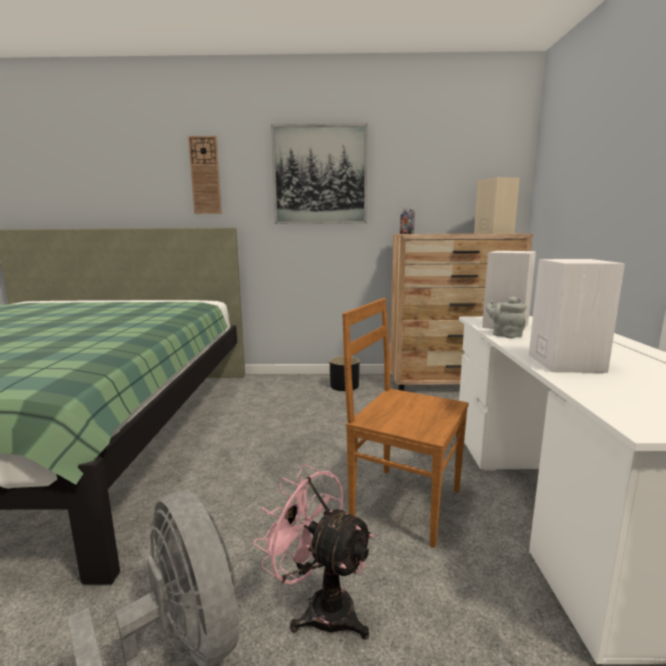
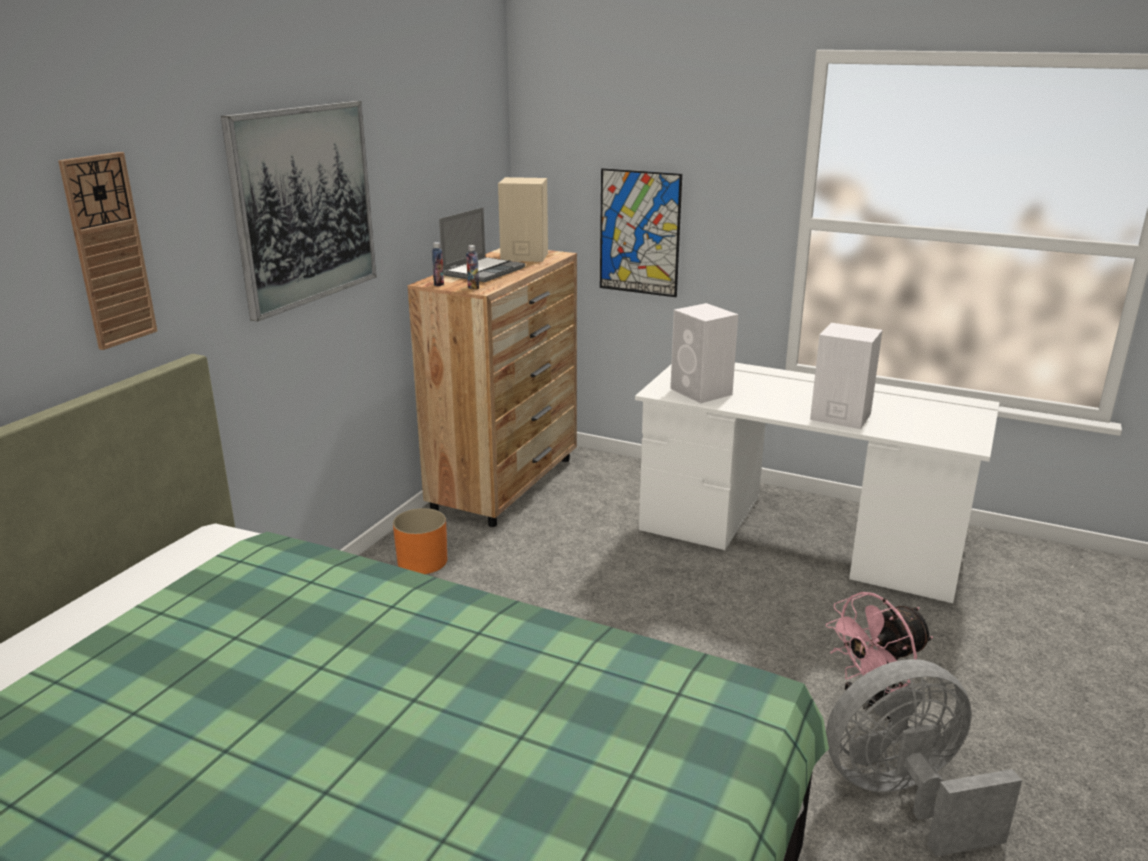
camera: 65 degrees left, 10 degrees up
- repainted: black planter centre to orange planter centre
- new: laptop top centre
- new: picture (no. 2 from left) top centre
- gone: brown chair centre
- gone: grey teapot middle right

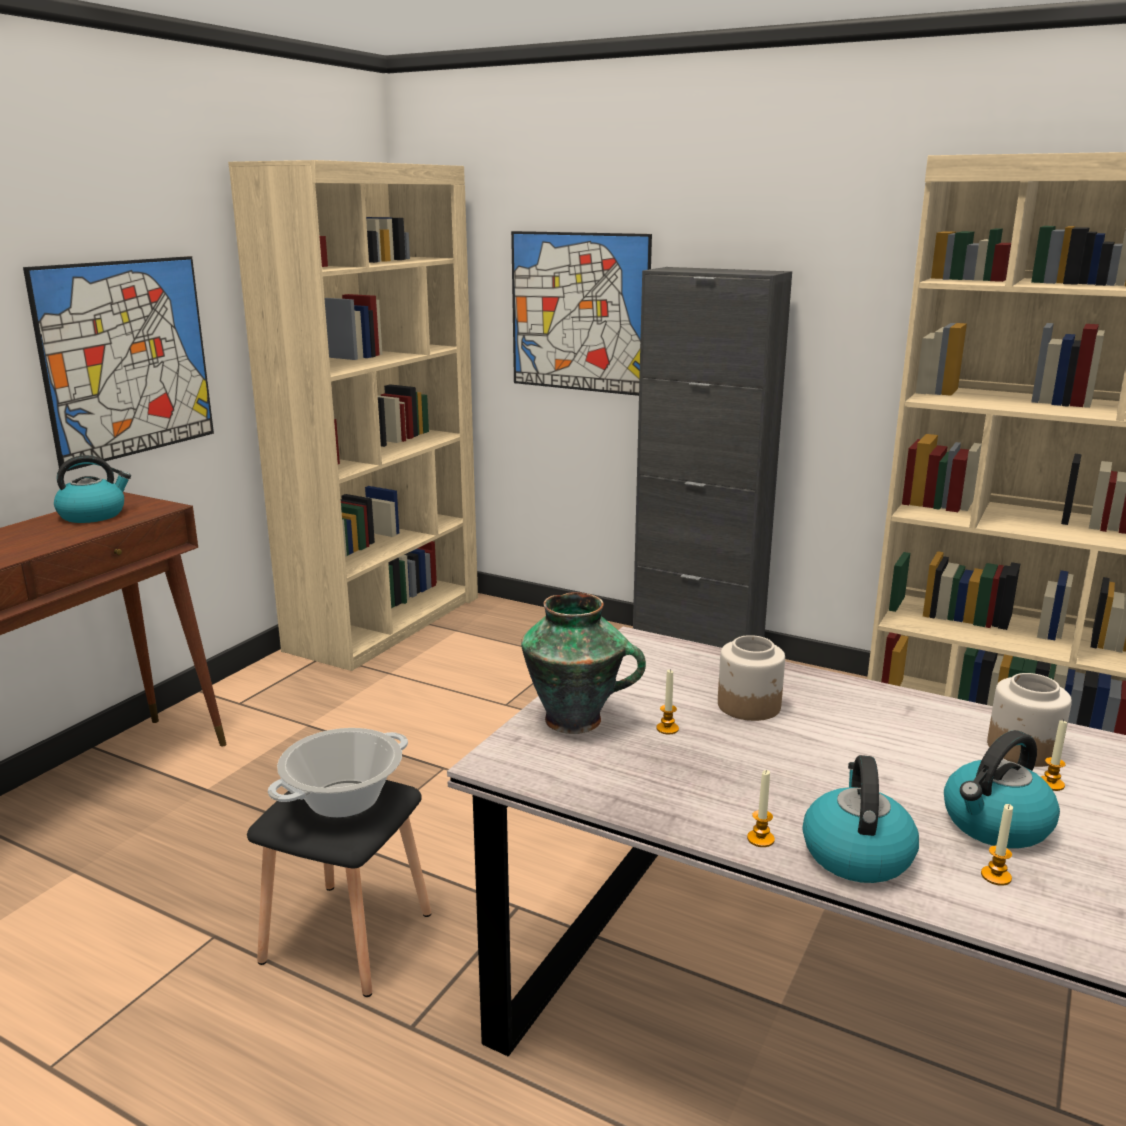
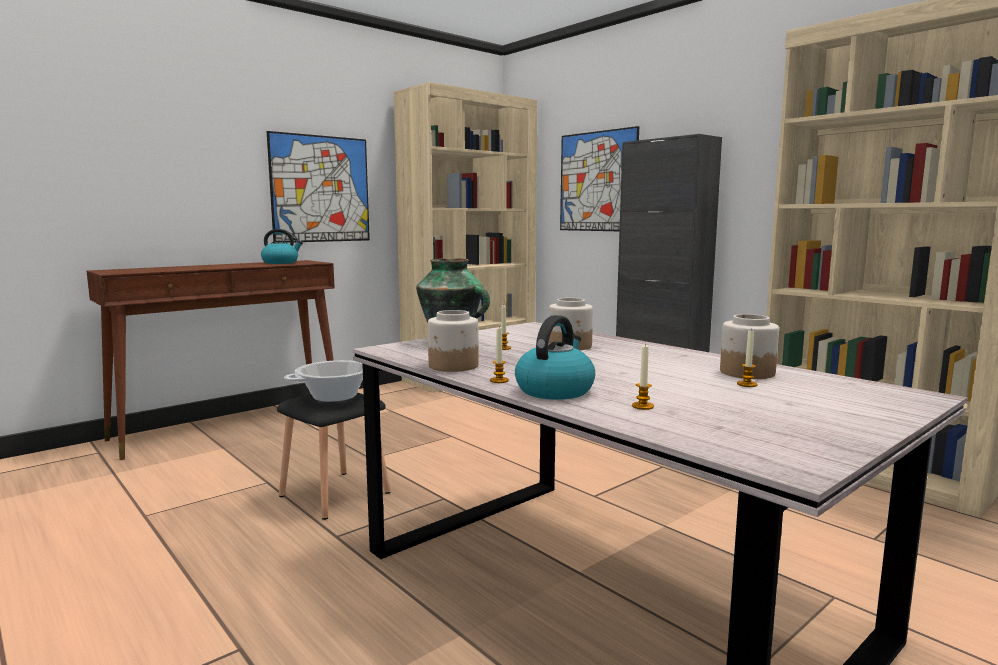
camera: 20 degrees right, 10 degrees down
- new: jar (no. 1 from left) centre
- gone: kettle (no. 3 from left) bottom right

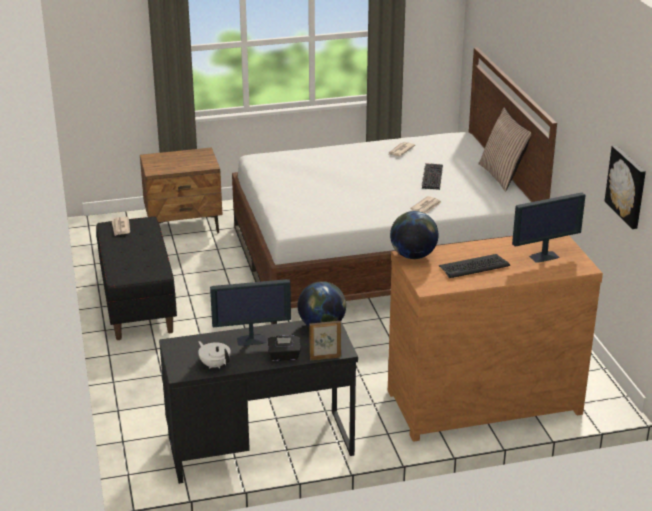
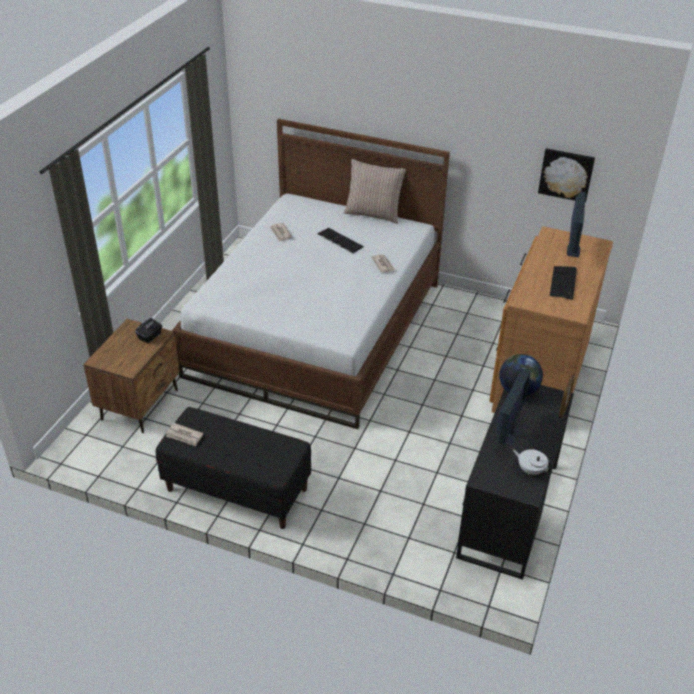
camera: 55 degrees left, 10 degrees up
- shifted: black tissue box bottom centre to middle left
- rotated: white teapot bottom left = middle right 45 degrees clockwise
- gone: globe (no. 2 from left) centre

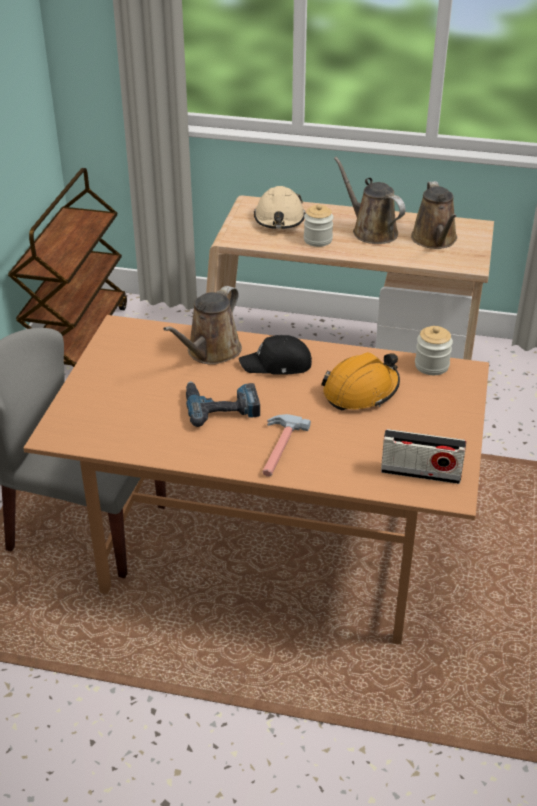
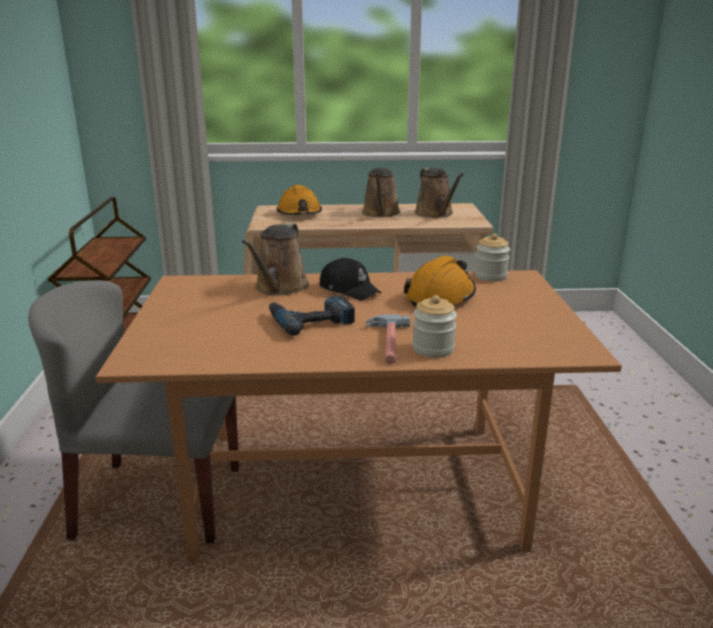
camera: 15 degrees left, 15 degrees down
- repainted: beige hard hat top centre to orange hard hat (no. 1 from left) top centre
- rotated: black cap centre = centre 120 degrees counterclockwise
- rotated: brown watering can (no. 2 from left) top right = top centre 120 degrees counterclockwise
- shifted: jar (no. 1 from left) top centre to centre
- gone: radio middle right

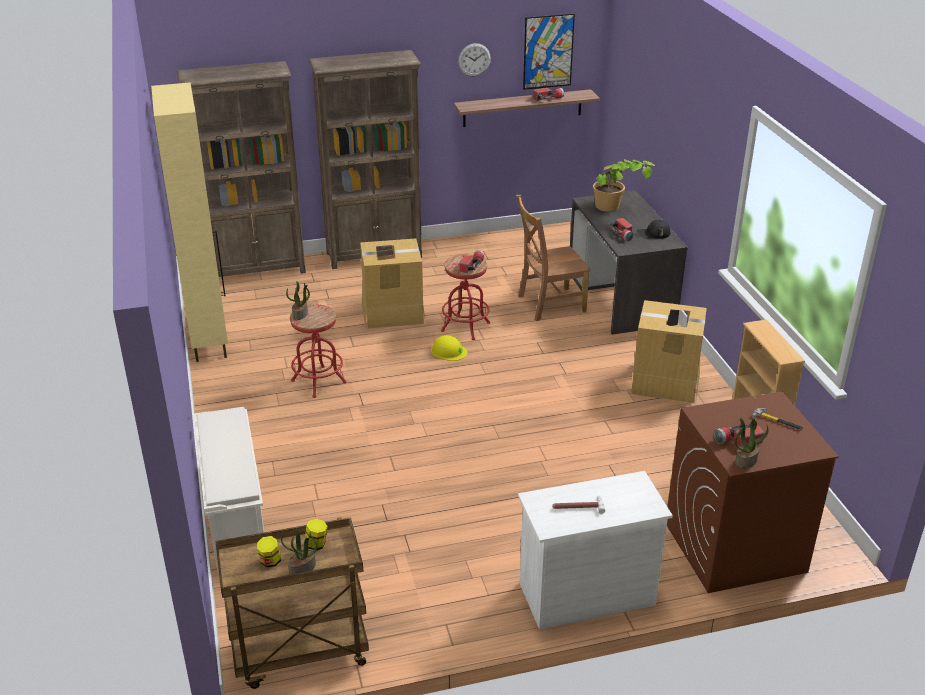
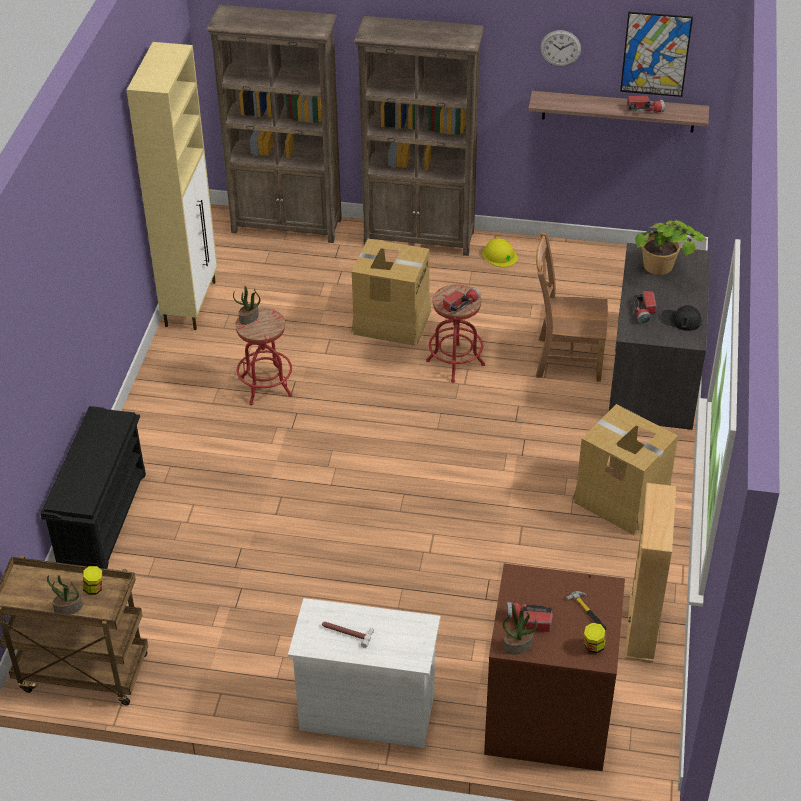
camera: 25 degrees right, 10 degrees up
- repainted: white shoe rack bottom left to black shoe rack middle left
- shifted: yellow hard hat centre to top centre
- shifted: jar (no. 1 from left in the first image) bottom left to jar (no. 2 from left) bottom right

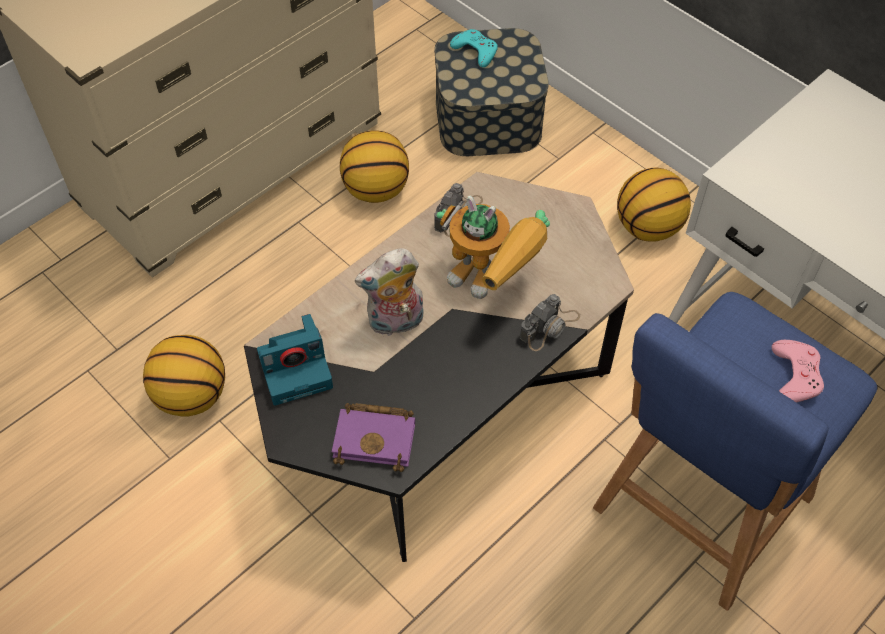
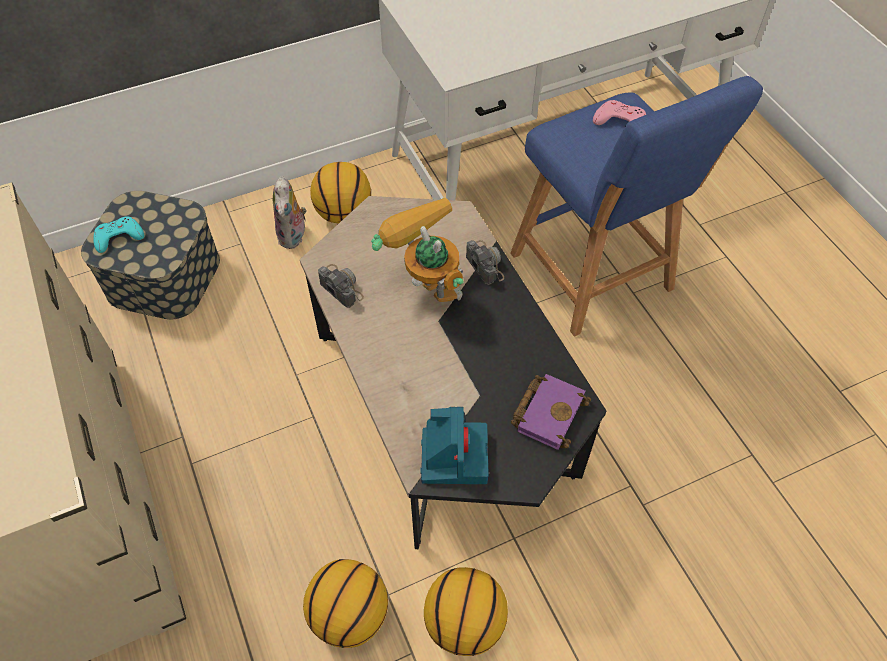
camera: 70 degrees left, 0 degrees up
- shifted: plush toy centre to top left
- rotated: toy robot centre = centre 90 degrees counterclockwise
- shifted: basketball (no. 2 from left in the first image) top centre to basketball (no. 3 from left) bottom centre

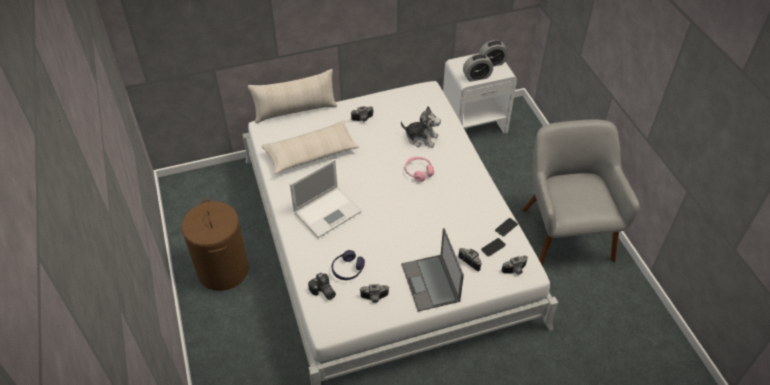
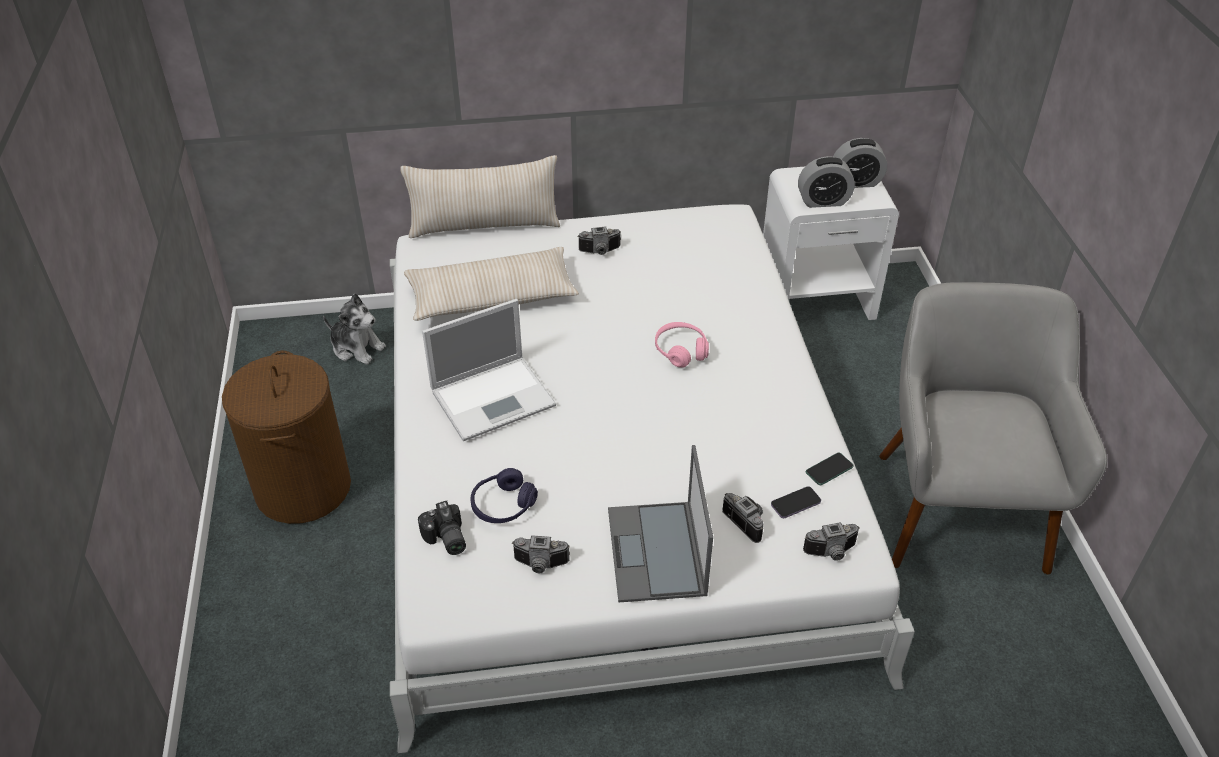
camera: 10 degrees right, 5 degrees down
- shifted: plush toy top centre to middle left

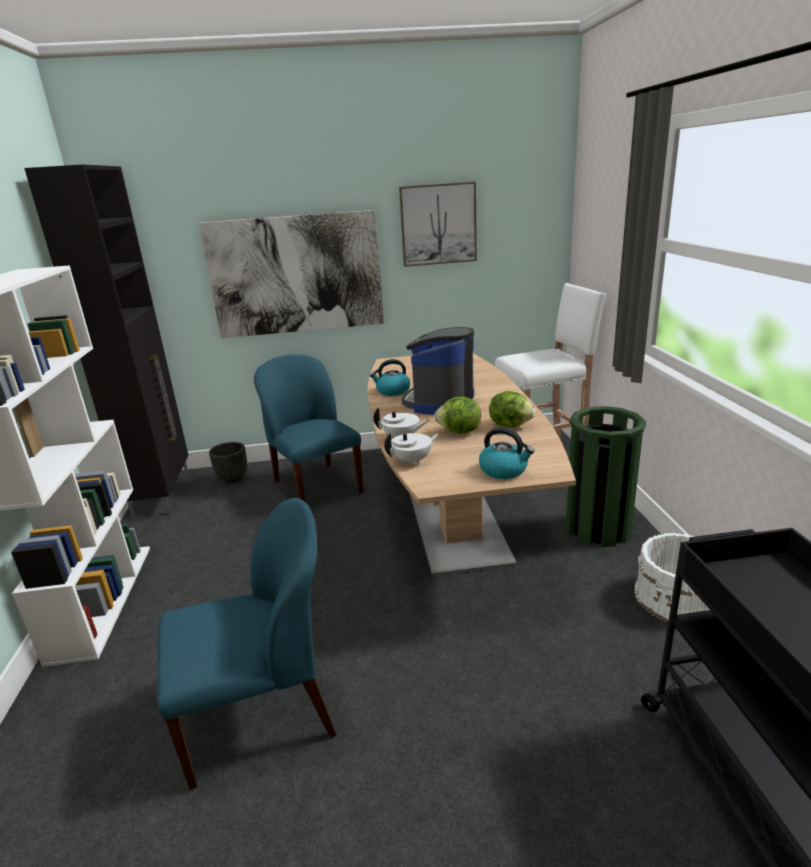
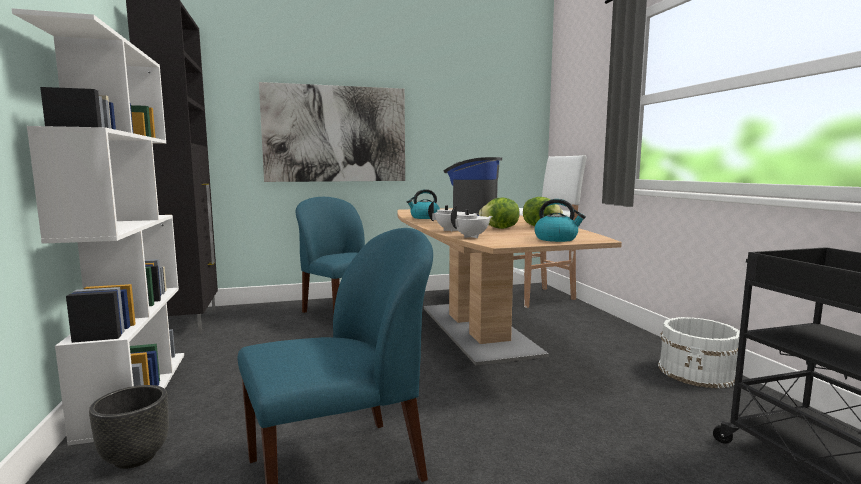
camera: 10 degrees left, 15 degrees down
- shifted: black planter middle left to bottom left
- gone: picture (no. 2 from left) top centre
- gone: green trash can middle right

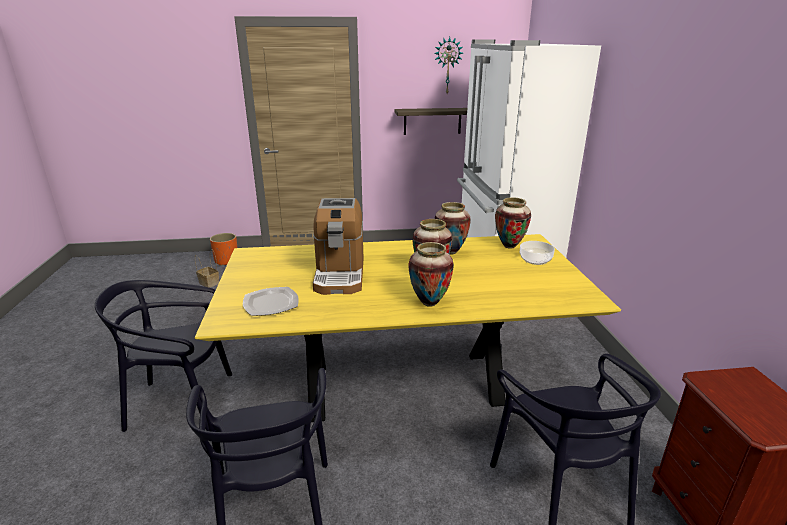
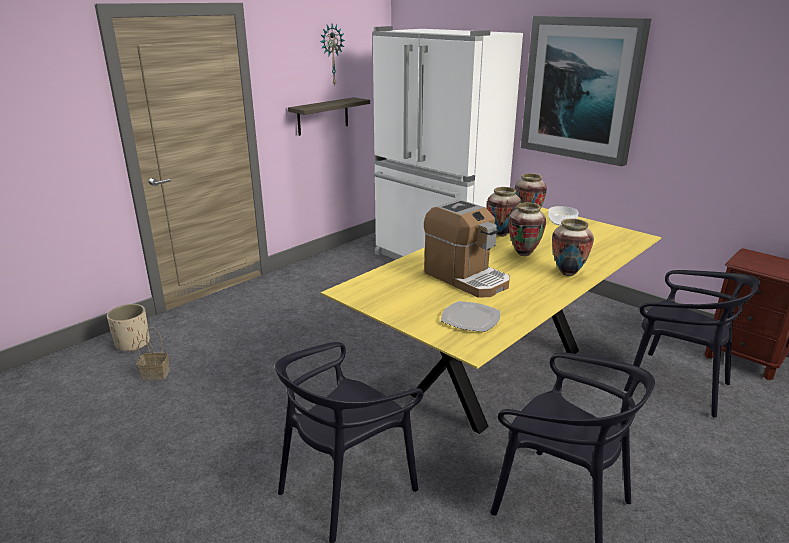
camera: 40 degrees left, 0 degrees up
- repainted: orange planter middle left to beige planter middle left
- new: picture top right

